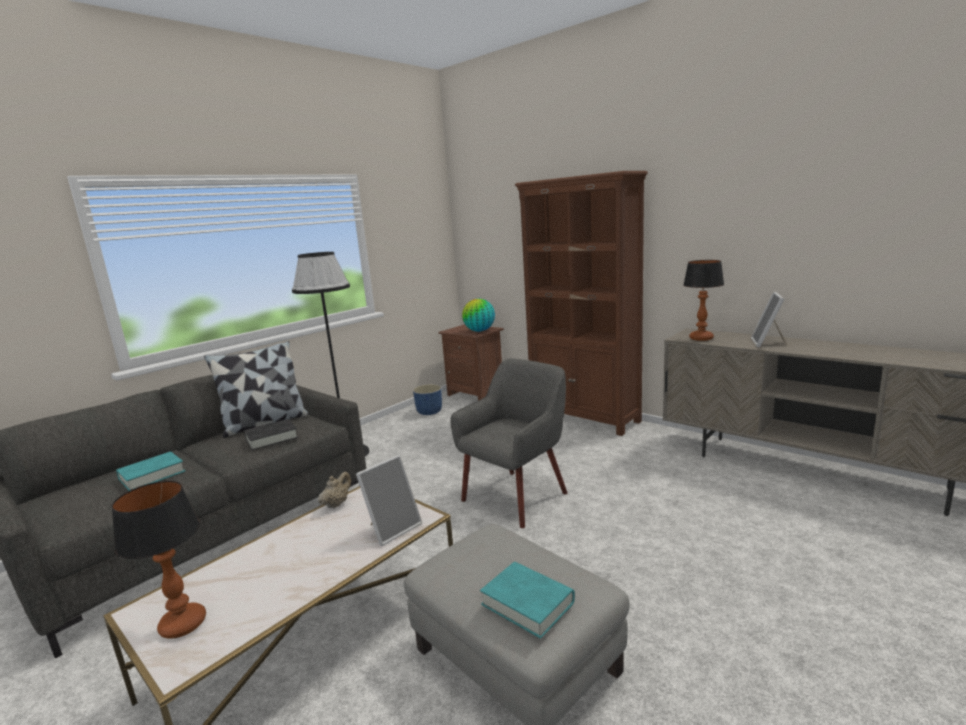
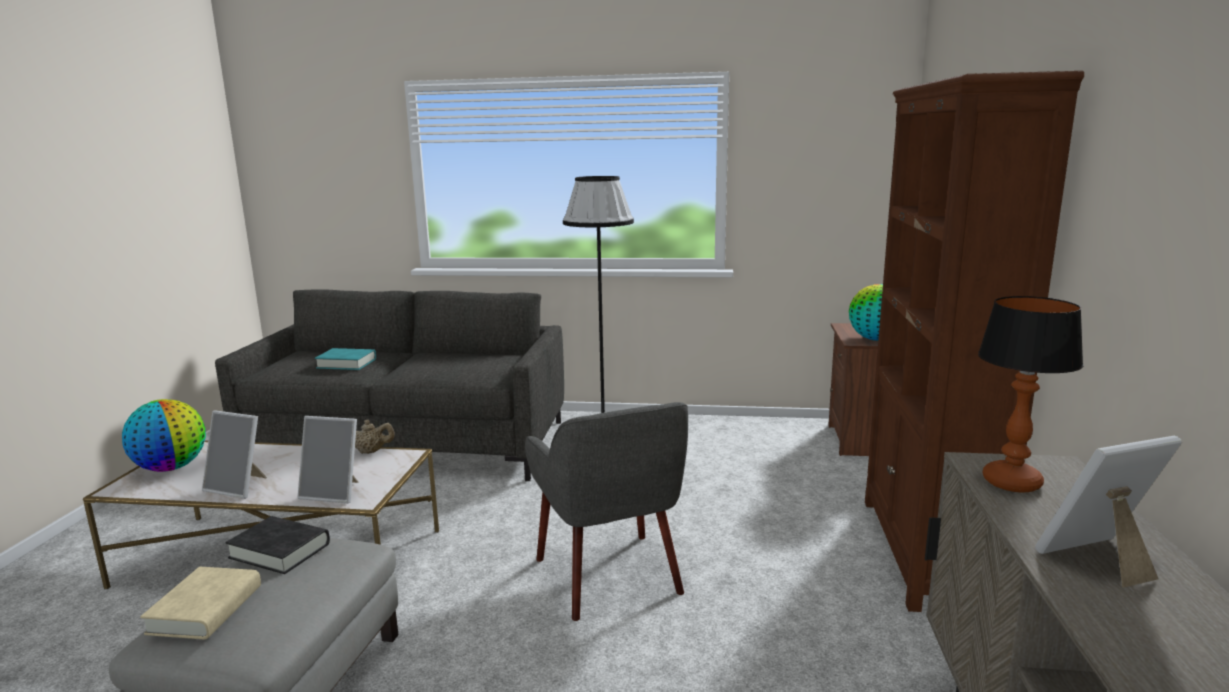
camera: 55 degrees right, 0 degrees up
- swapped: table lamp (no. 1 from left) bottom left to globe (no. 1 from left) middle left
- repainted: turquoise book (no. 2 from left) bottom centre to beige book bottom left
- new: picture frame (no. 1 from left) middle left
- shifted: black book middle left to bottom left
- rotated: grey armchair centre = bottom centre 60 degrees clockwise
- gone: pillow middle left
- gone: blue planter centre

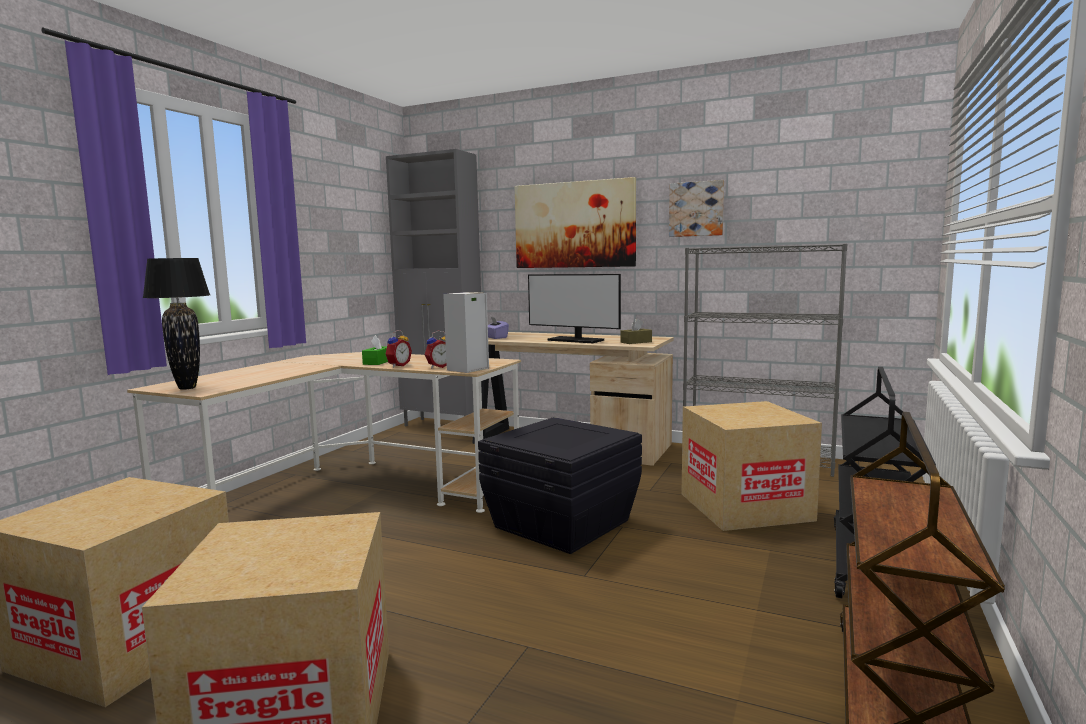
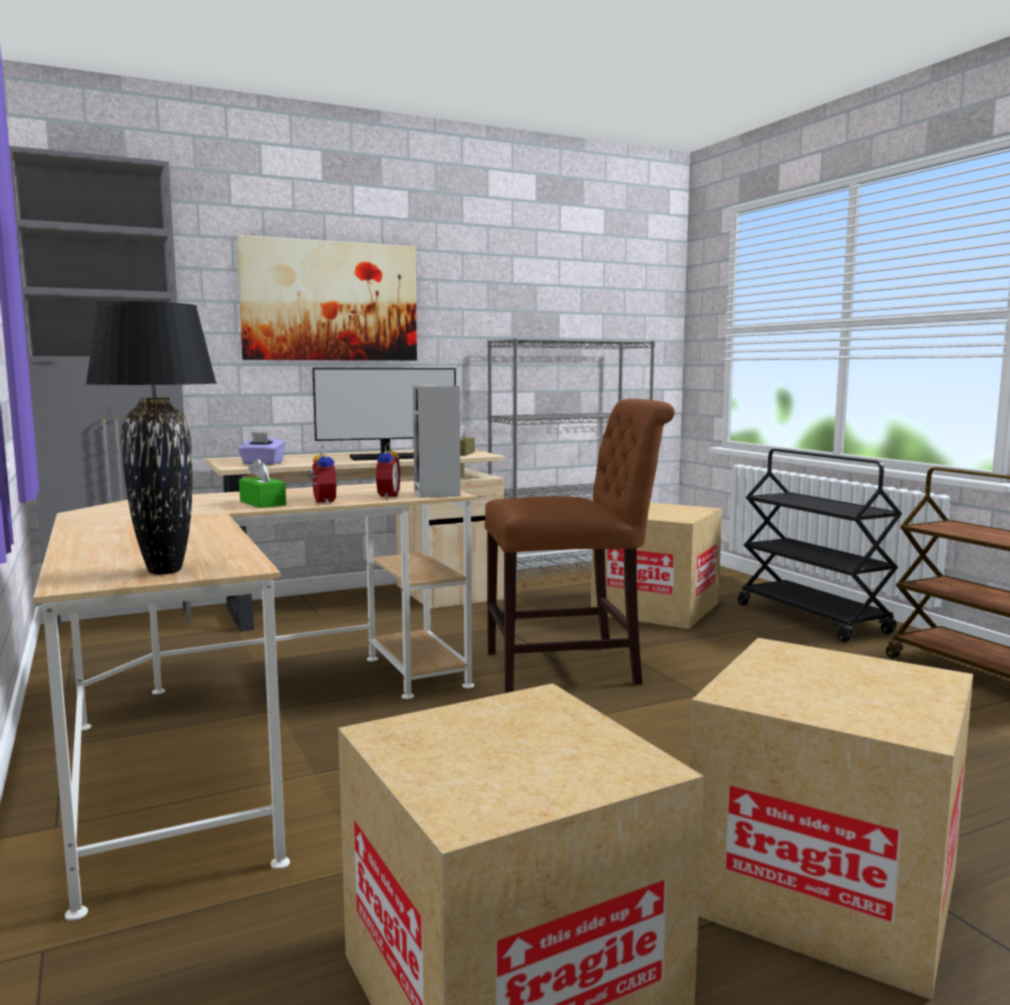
camera: 50 degrees left, 0 degrees up
- swapped: black storage box bottom centre to brown chair centre
- gone: picture (no. 2 from left) top centre

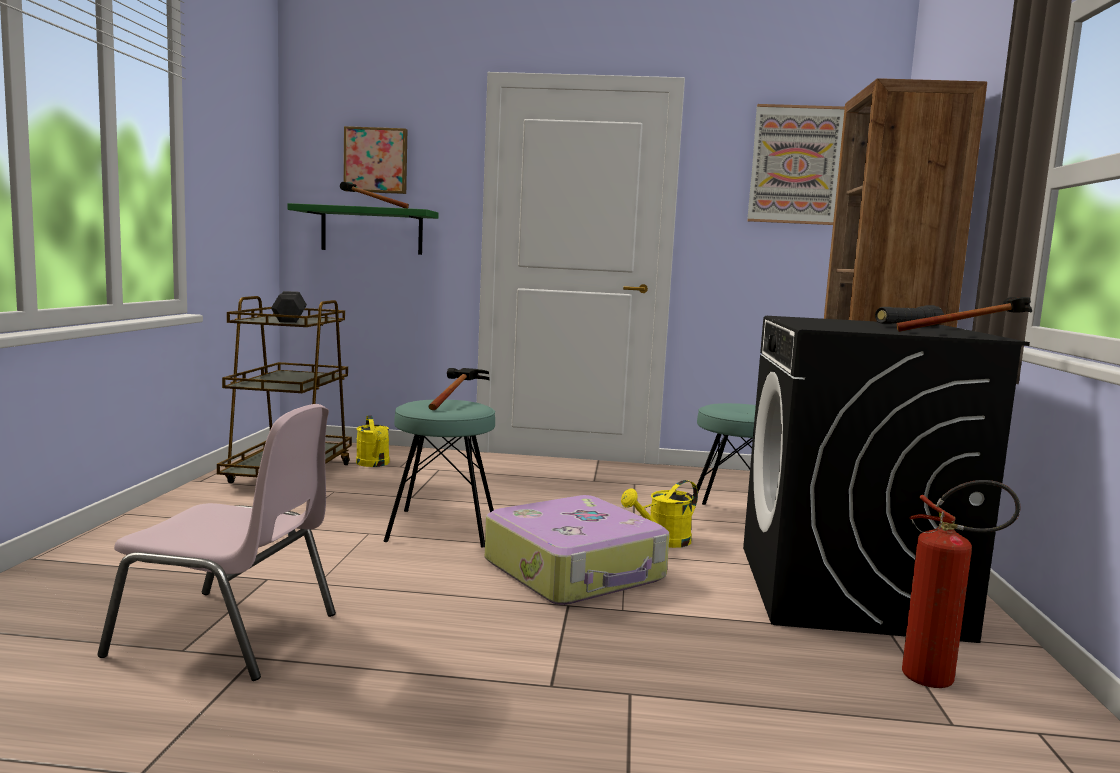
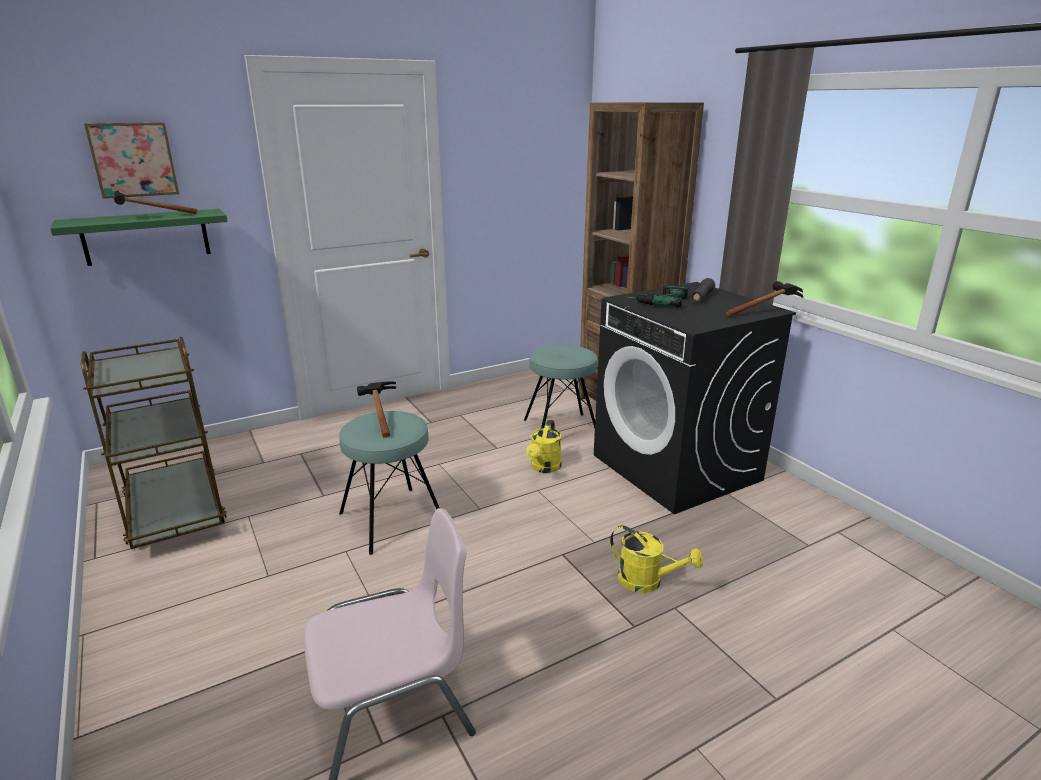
camera: 35 degrees left, 15 degrees up
- shifted: yellow watering can (no. 1 from left in the first image) middle left to yellow watering can (no. 2 from left) bottom centre
- new: power drill centre
- gone: black dumbbell middle left
- gone: suitcase bottom centre
- gone: picture (no. 2 from left) top right
- gone: fire extinguisher bottom right

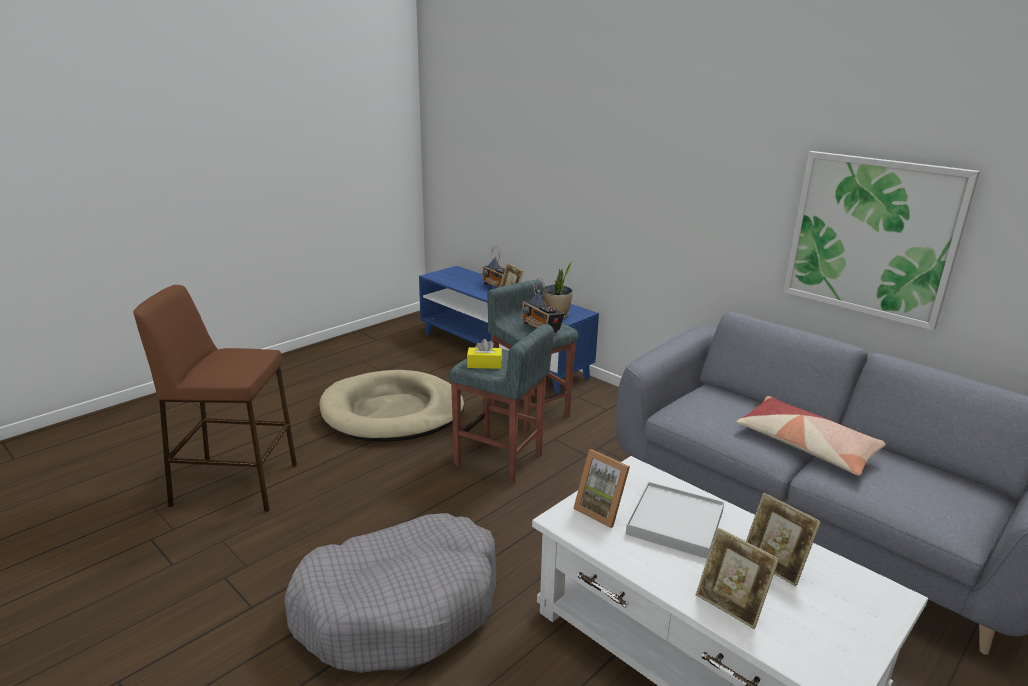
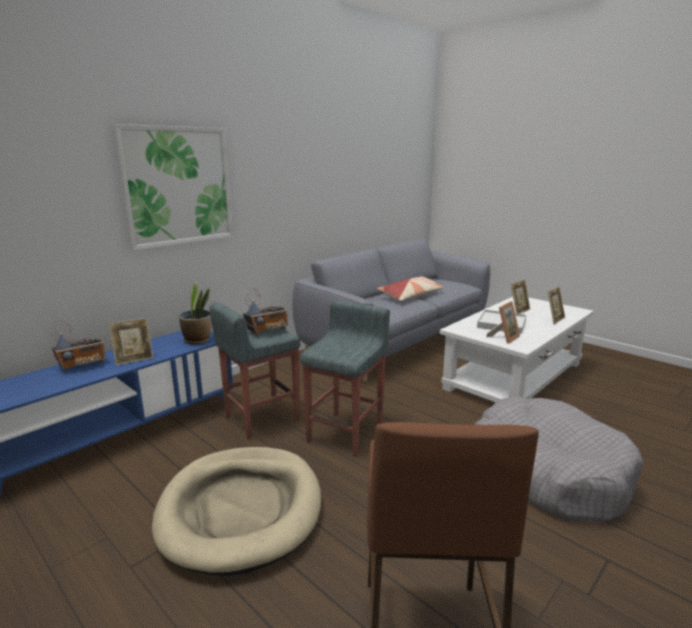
camera: 90 degrees left, 5 degrees down
- shifted: picture middle right to top left
- gone: yellow tissue box centre

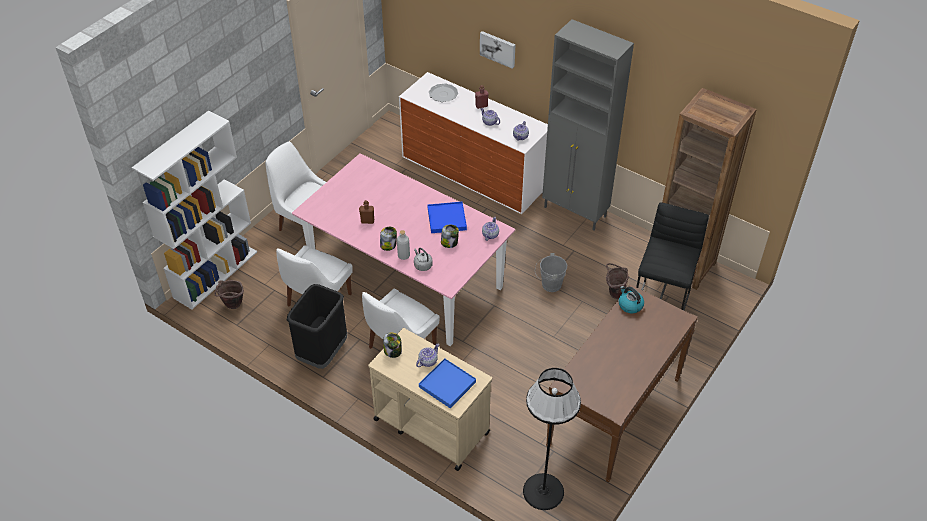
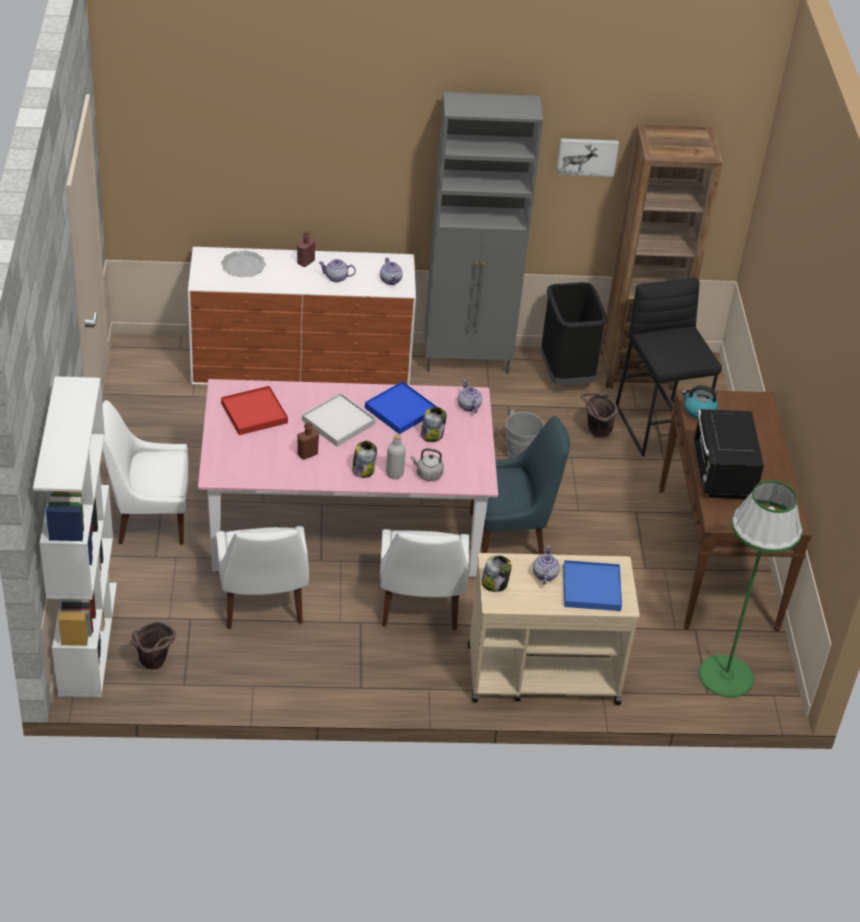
camera: 40 degrees left, 5 degrees down
- new: red tray middle left
- new: white tray centre
- new: blue chair centre
- shifted: black trash can centre to middle right
- shifted: picture top centre to top right
- new: black microwave middle right
- repainted: black floor lamp bottom centre to green floor lamp middle right

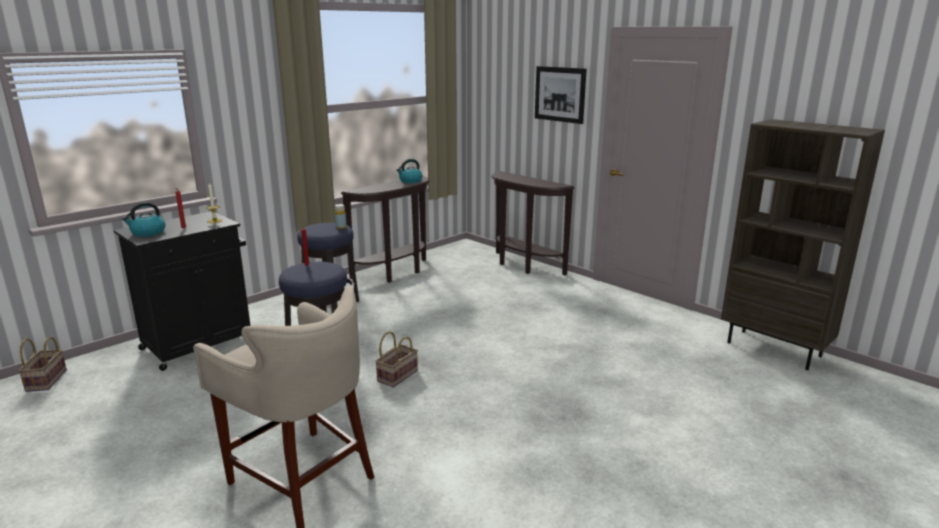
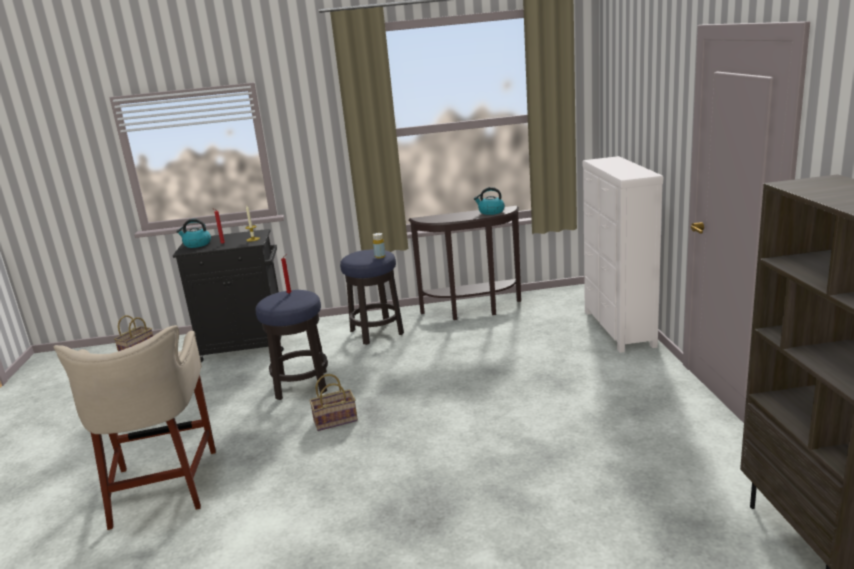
camera: 40 degrees right, 0 degrees up
- swapped: brown console table (no. 2 from left) centre to white dresser middle right
- gone: picture top centre

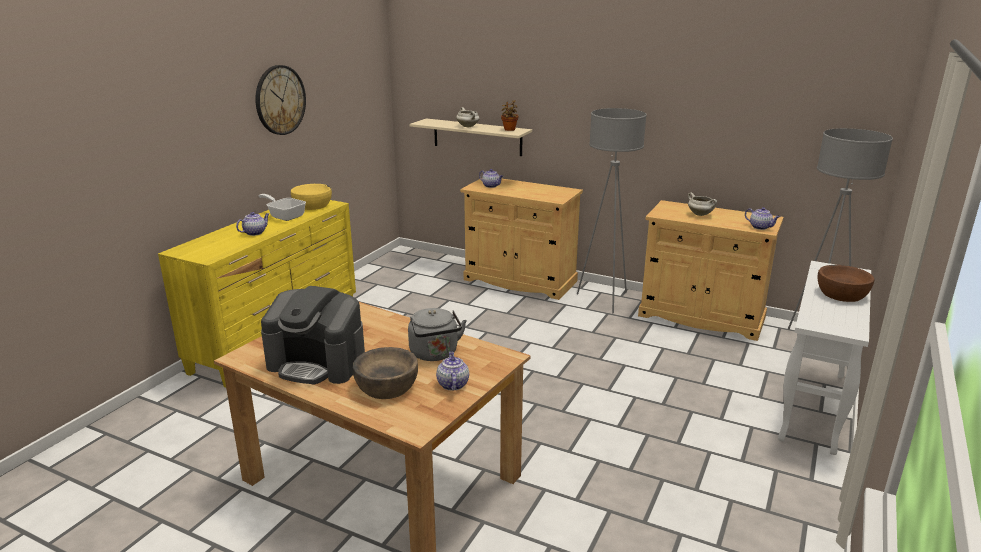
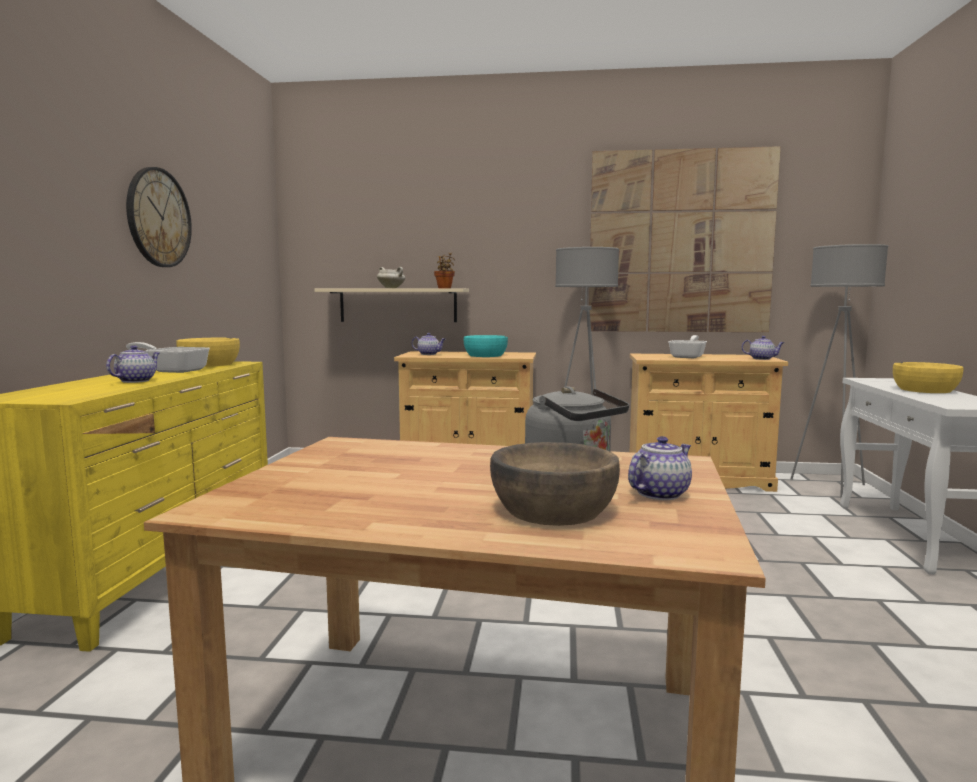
camera: 20 degrees left, 15 degrees down
- new: turquoise bowl centre
- new: picture top right
- rotated: teapot (no. 2 from left in the first image) bottom centre = middle right 75 degrees clockwise
- swapped: white cooking pot (no. 2 from left) middle right to frying pan (no. 2 from left) middle right
- repainted: brown bowl (no. 2 from left) middle right to yellow bowl (no. 2 from left) middle right
- gone: coffee machine middle left

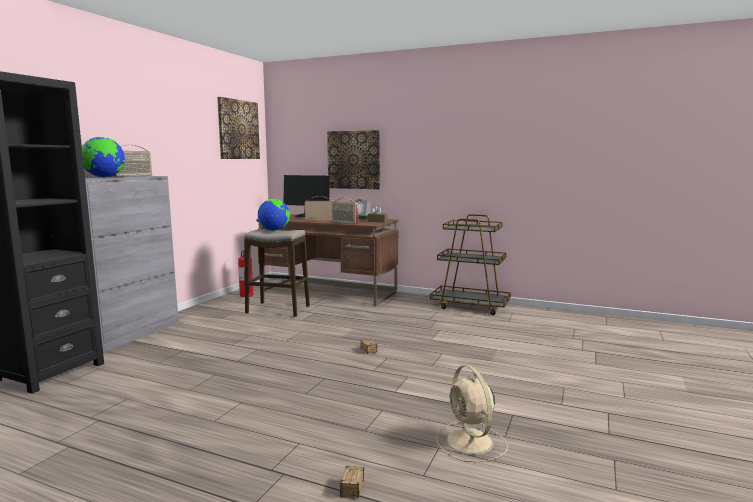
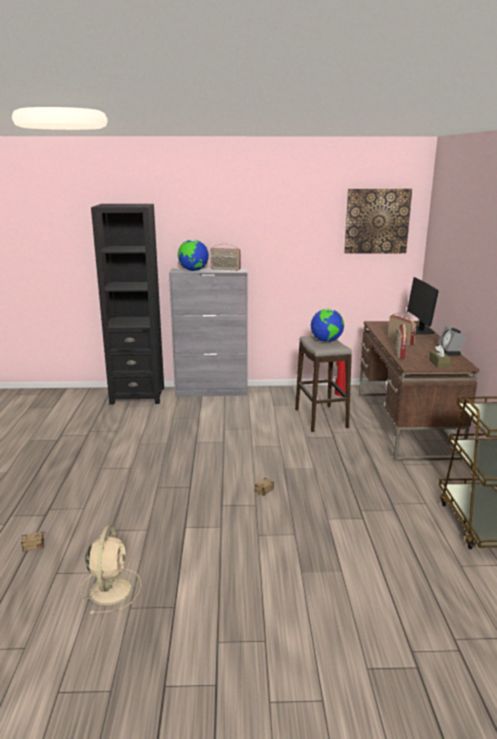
camera: 65 degrees right, 10 degrees up
- rotated: beige fan bottom centre = bottom left 135 degrees clockwise
- gone: picture (no. 2 from left) top centre

